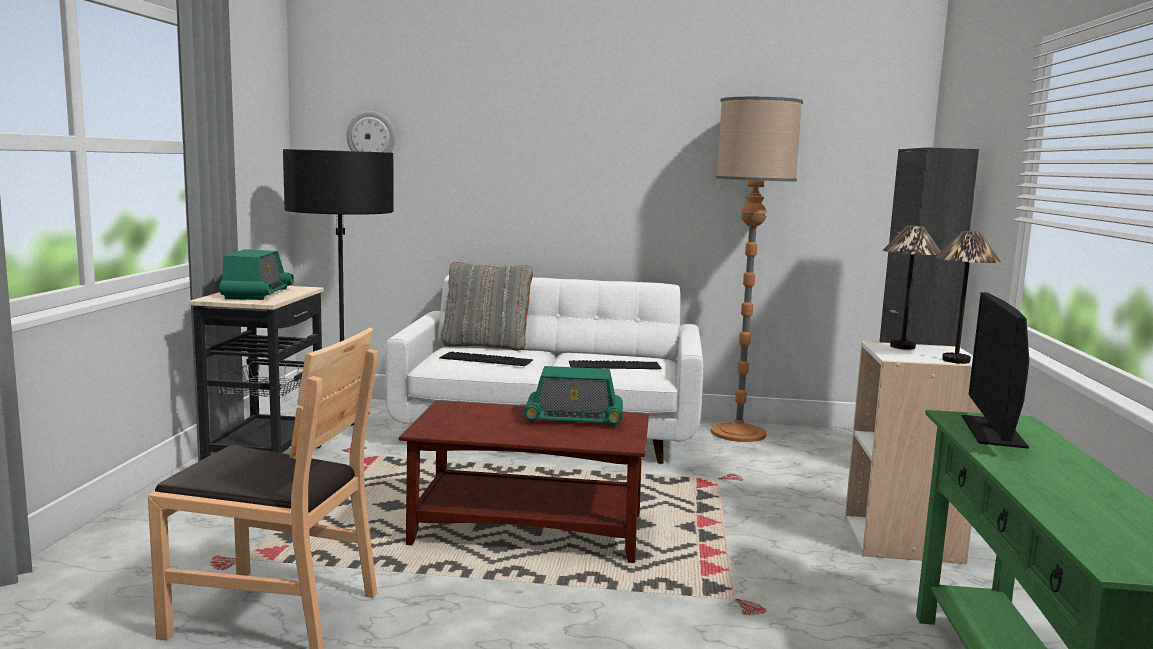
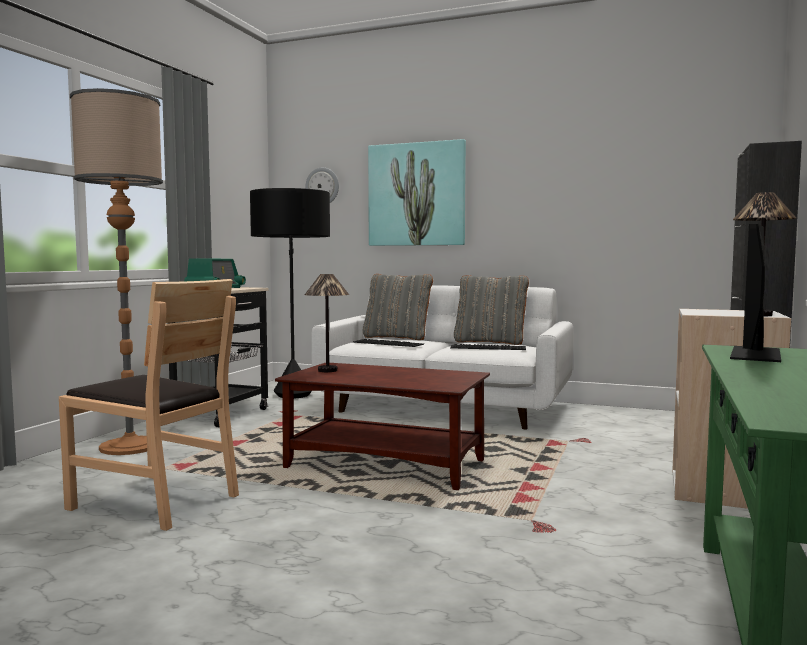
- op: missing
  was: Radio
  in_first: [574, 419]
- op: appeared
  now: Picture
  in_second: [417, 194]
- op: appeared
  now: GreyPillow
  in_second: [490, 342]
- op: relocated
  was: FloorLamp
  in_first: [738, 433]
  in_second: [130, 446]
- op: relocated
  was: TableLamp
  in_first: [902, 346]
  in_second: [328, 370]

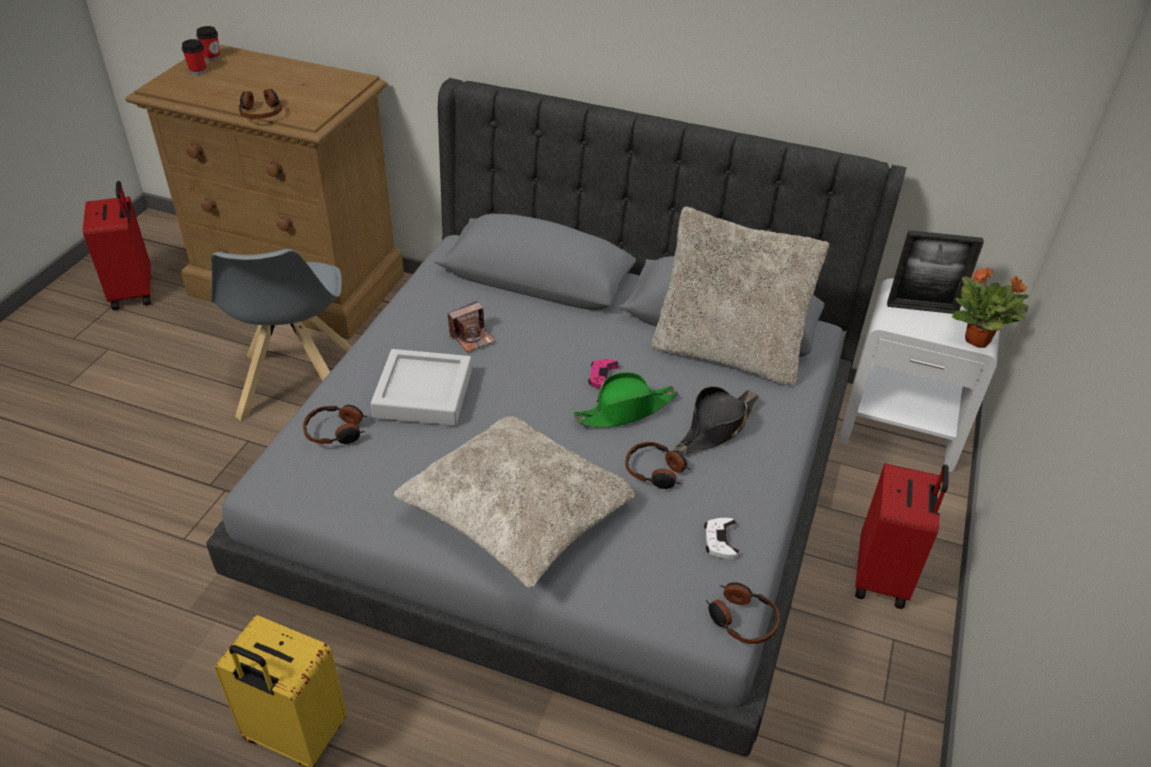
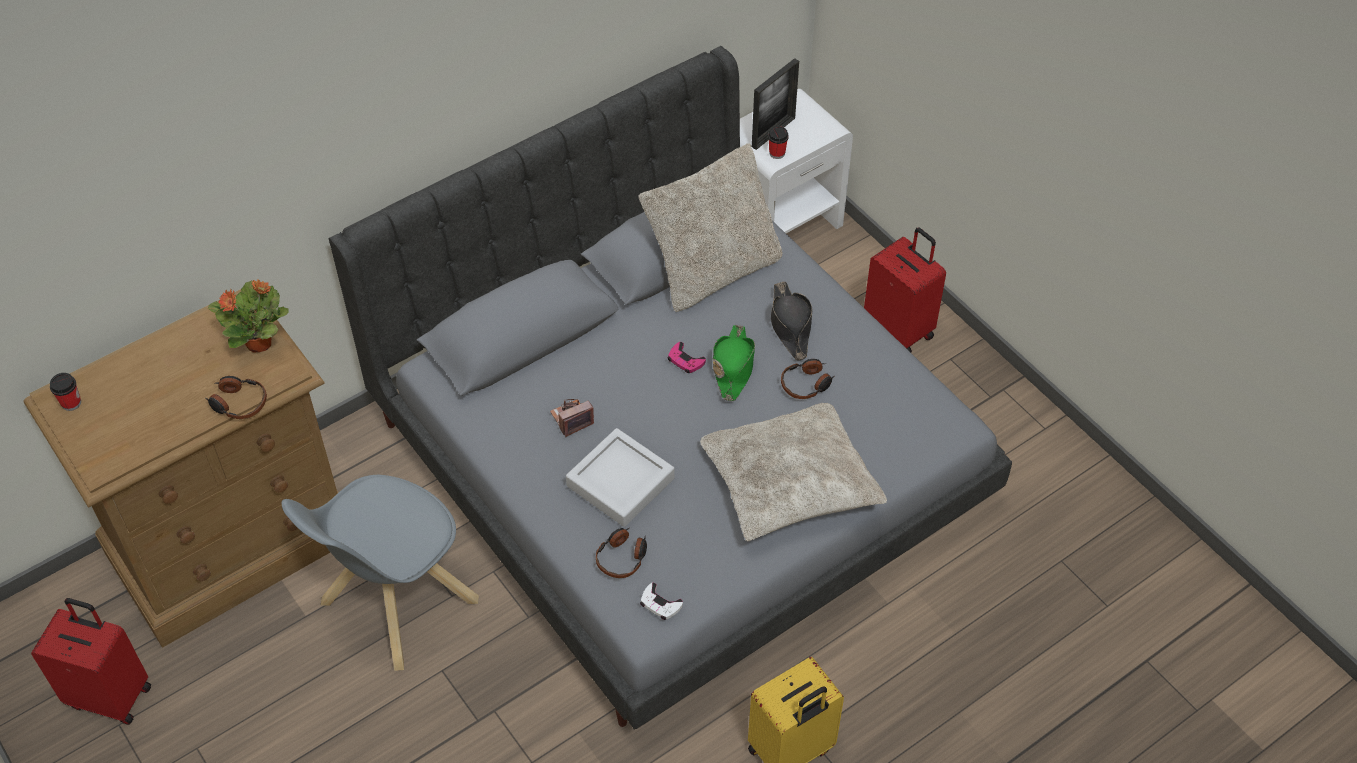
- op: missing
  was: Headphones
  in_first: [741, 619]
- op: relocated
  was: Cup
  in_first: [198, 71]
  in_second: [777, 153]
- op: relocated
  was: WhiteGameController
  in_first: [720, 540]
  in_second: [660, 604]
- op: relocated
  was: PottedPlant
  in_first: [978, 340]
  in_second: [260, 343]
- op: spun
  was: GreyChair
  in_first: [296, 386]
  in_second: [395, 604]
  clockwise: 105
- op: spun
  was: PhotoCamera
  in_first: [472, 337]
  in_second: [571, 419]
  clockwise: -120

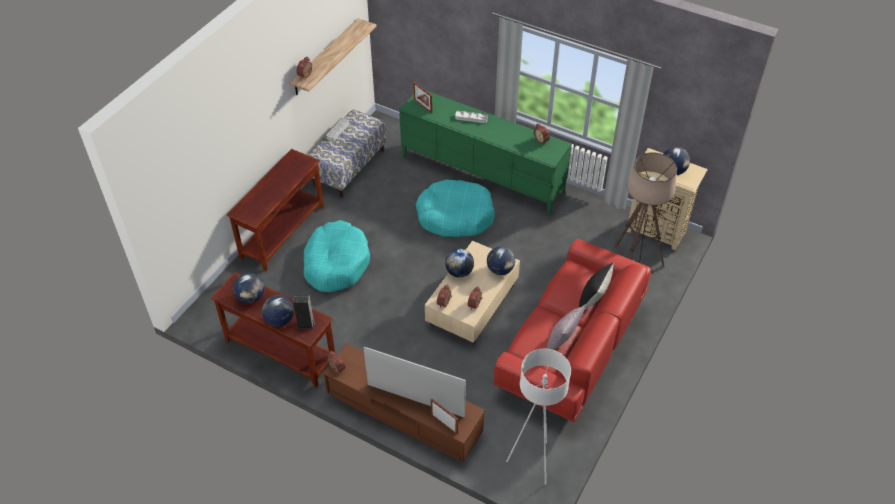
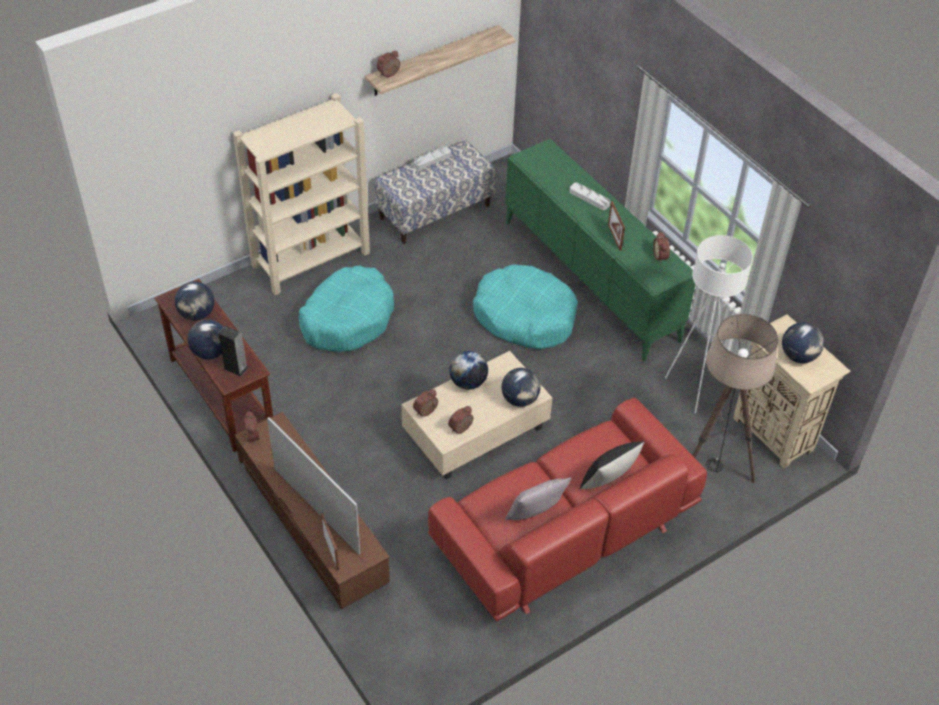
- op: relocated
  was: PictureFrame
  in_first: [423, 106]
  in_second: [614, 237]
- op: relocated
  was: WhiteFloorLamp
  in_first: [533, 462]
  in_second: [693, 389]
- op: exchanged
  was: BrownConsoleTable
  now: BeigeBookcase
  in_first: [283, 232]
  in_second: [311, 259]

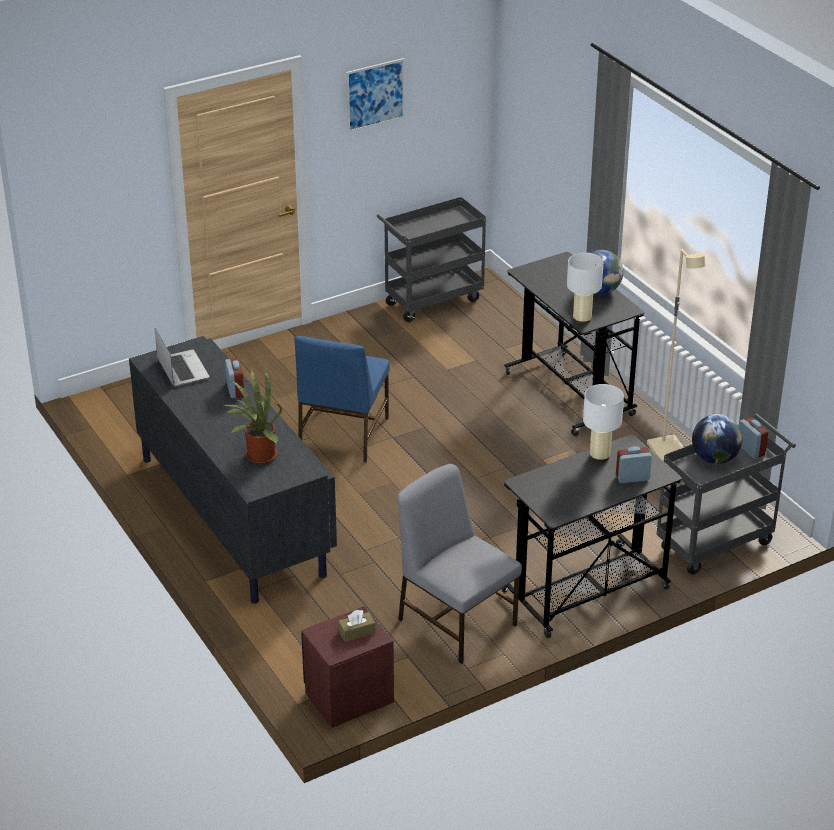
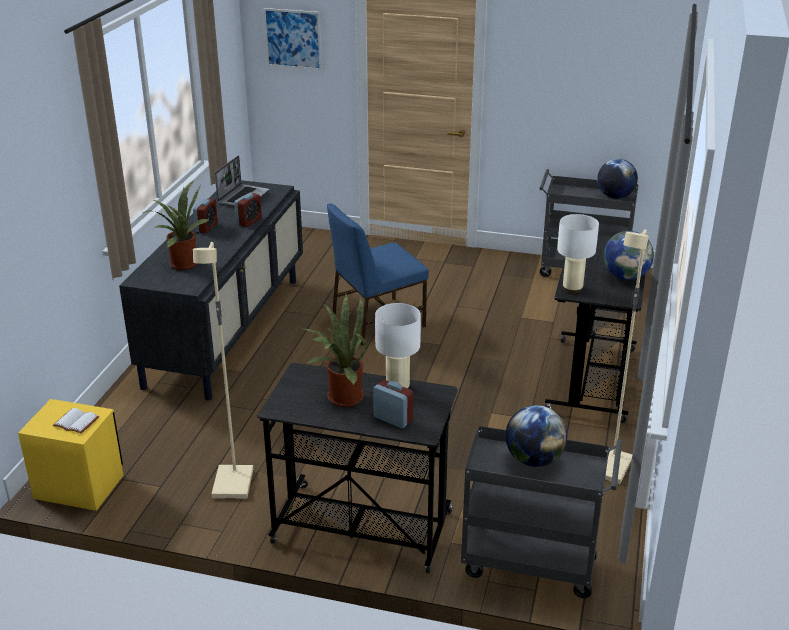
- op: appeared
  now: PottedPlant
  in_second: [341, 397]
- op: appeared
  now: Globe
  in_second: [615, 197]
- op: relocated
  was: Picture
  in_first: [375, 95]
  in_second: [293, 39]
- op: relocated
  was: AlarmClock
  in_first: [750, 449]
  in_second: [206, 227]
- op: exchanged
  was: BrownTissueBox
  now: WhiteBook
  in_first: [356, 632]
  in_second: [75, 422]
- op: exchanged
  was: GreyChair
  now: BeigeFloorLamp
  in_first: [456, 620]
  in_second: [234, 484]
- op: colour
  was: BrownNightstand
  now: YellowNightstand
  in_first: [349, 697]
  in_second: [79, 486]

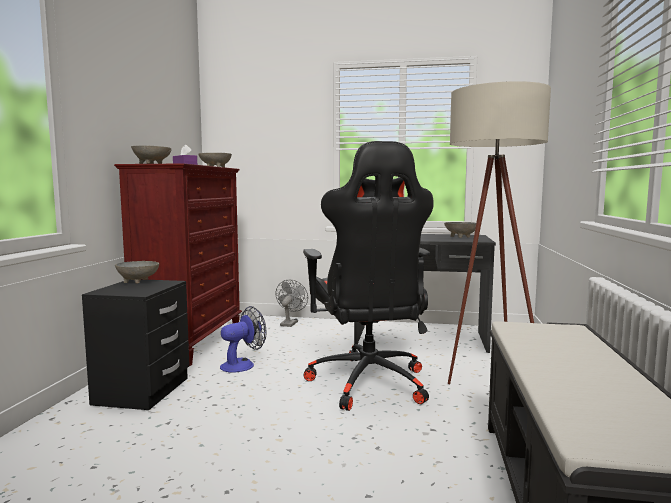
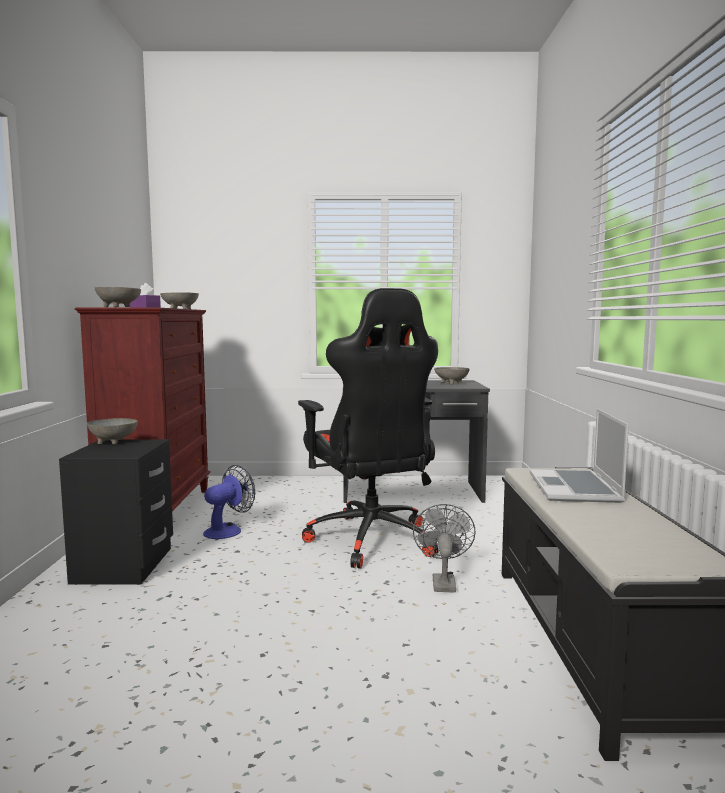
- op: missing
  was: BeigeFloorLamp
  in_first: [488, 382]
- op: appeared
  now: Laptop
  in_second: [575, 489]
- op: relocated
  was: GreyFan
  in_first: [290, 323]
  in_second: [442, 581]

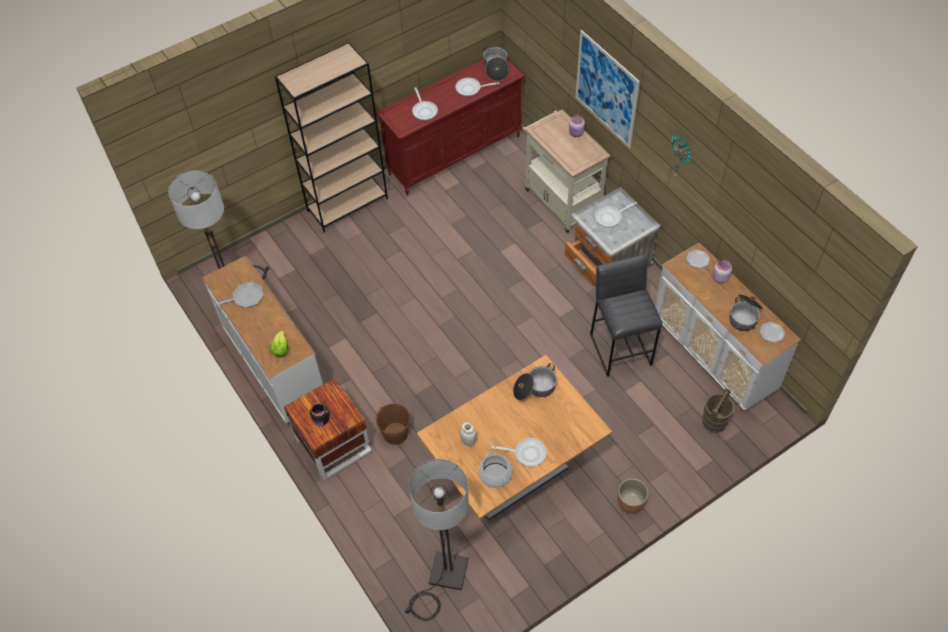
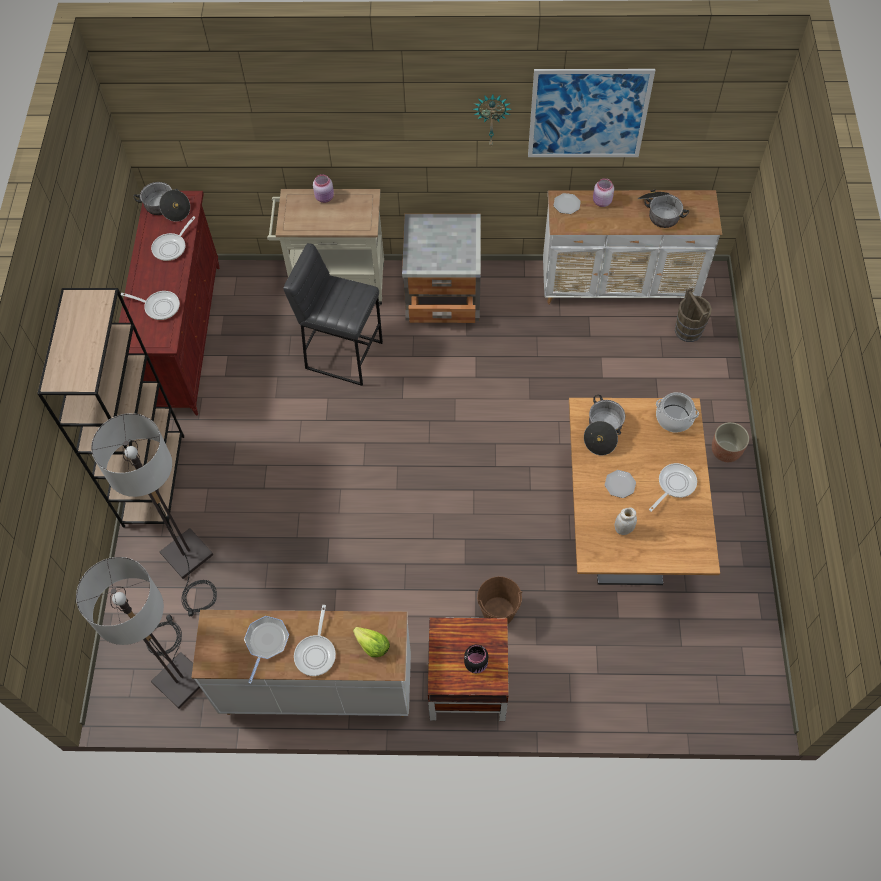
- op: relocated
  was: FloorLamp
  in_first: [441, 581]
  in_second: [190, 567]
- op: relocated
  was: CookingPot
  in_first: [495, 475]
  in_second: [673, 418]
- op: relocated
  was: Picture
  in_first: [606, 89]
  in_second: [588, 114]
- op: relocated
  was: GreyStool
  in_first: [620, 348]
  in_second: [343, 355]
- op: relocated
  was: FryingPan
  in_first: [610, 217]
  in_second: [316, 652]
- op: relocated
  was: Plate
  in_first: [772, 333]
  in_second: [620, 484]

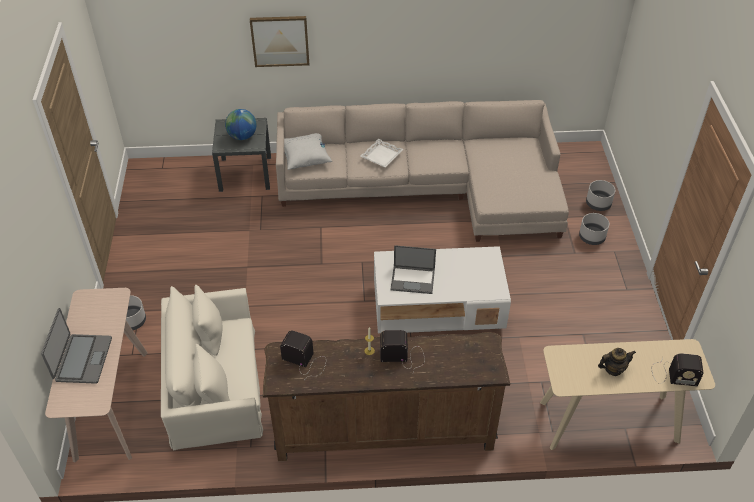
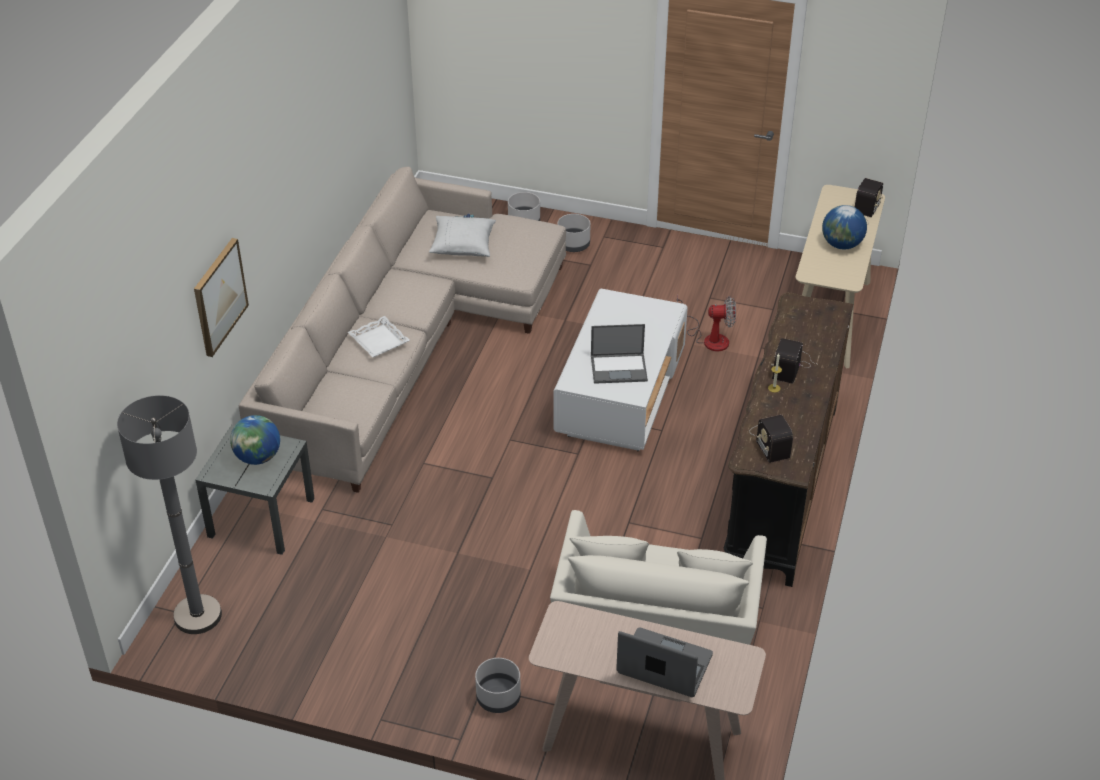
- op: appeared
  now: GreyFloorLamp
  in_second: [197, 615]
- op: appeared
  now: Fan
  in_second: [709, 338]
- op: relocated
  was: GreyPillow
  in_first: [305, 157]
  in_second: [463, 245]
- op: exchanged
  was: Teapot
  now: Globe
  in_first: [613, 369]
  in_second: [841, 245]
- op: spun
  was: Radio
  in_first: [305, 361]
  in_second: [770, 441]
  clockwise: -60
- op: spun
  was: Laptop
  in_first: [413, 279]
  in_second: [619, 368]
  clockwise: 60

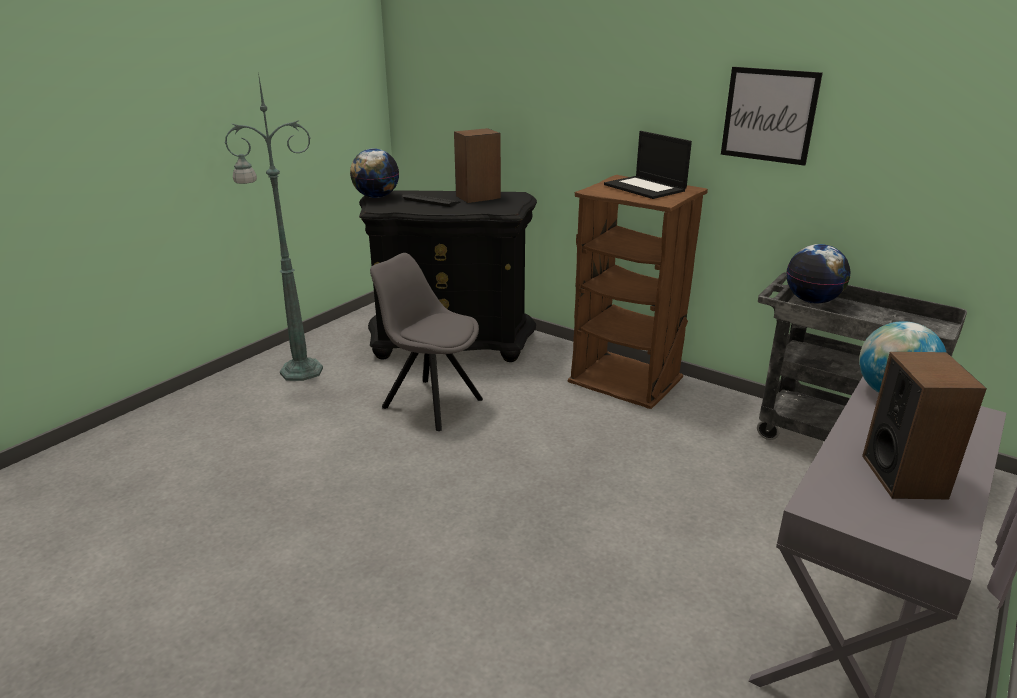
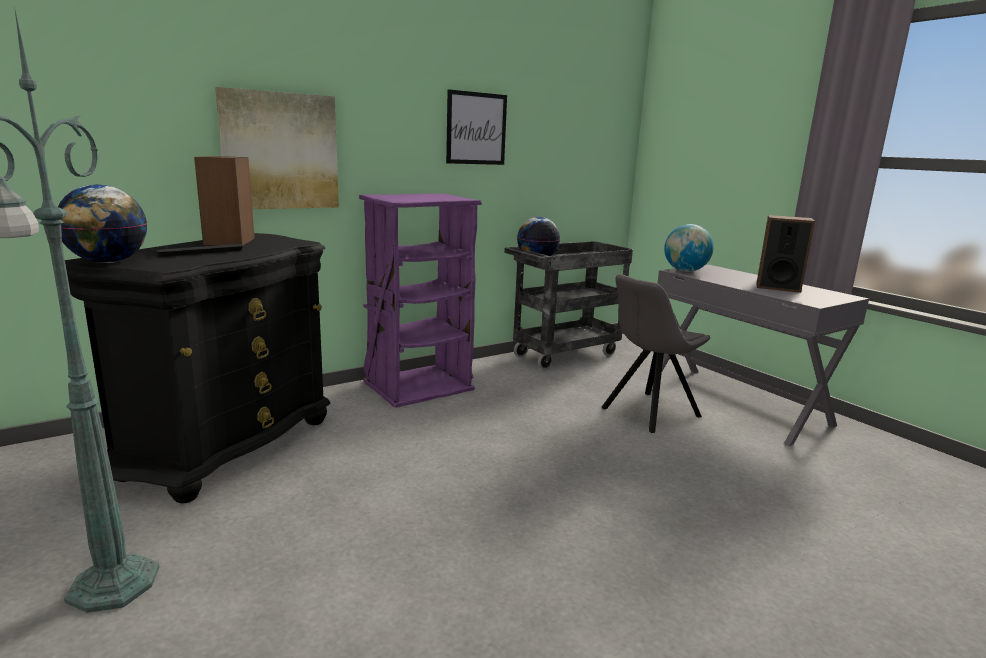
- op: missing
  was: Laptop
  in_first: [646, 188]
- op: appeared
  now: Picture
  in_second: [280, 151]
- op: relocated
  was: GreyChair
  in_first: [431, 403]
  in_second: [649, 412]
- op: colour
  was: BrownBookcase
  now: PurpleBookcase
  in_first: [626, 380]
  in_second: [419, 385]

